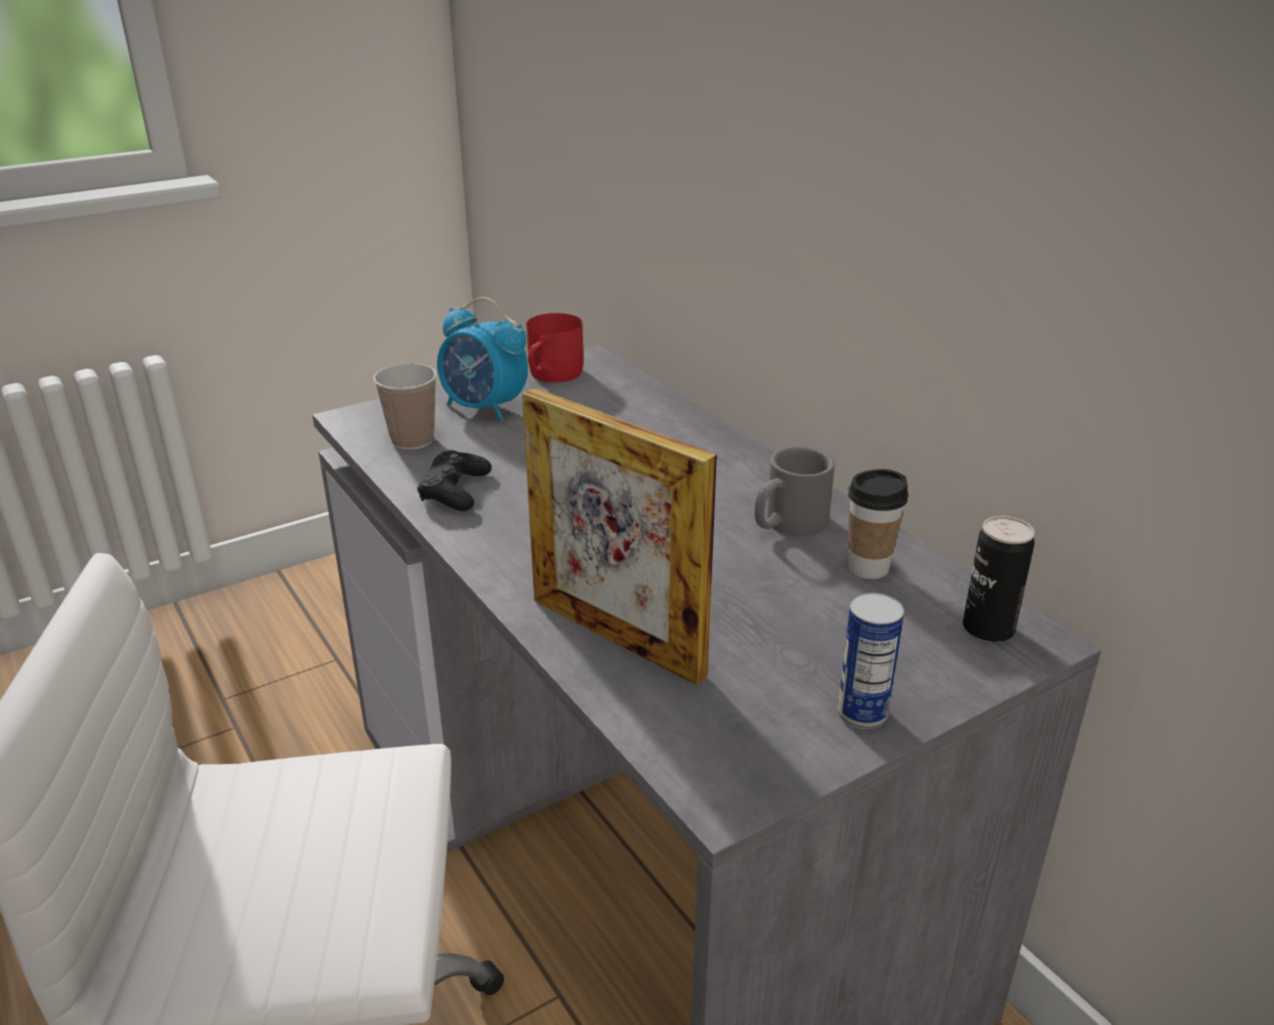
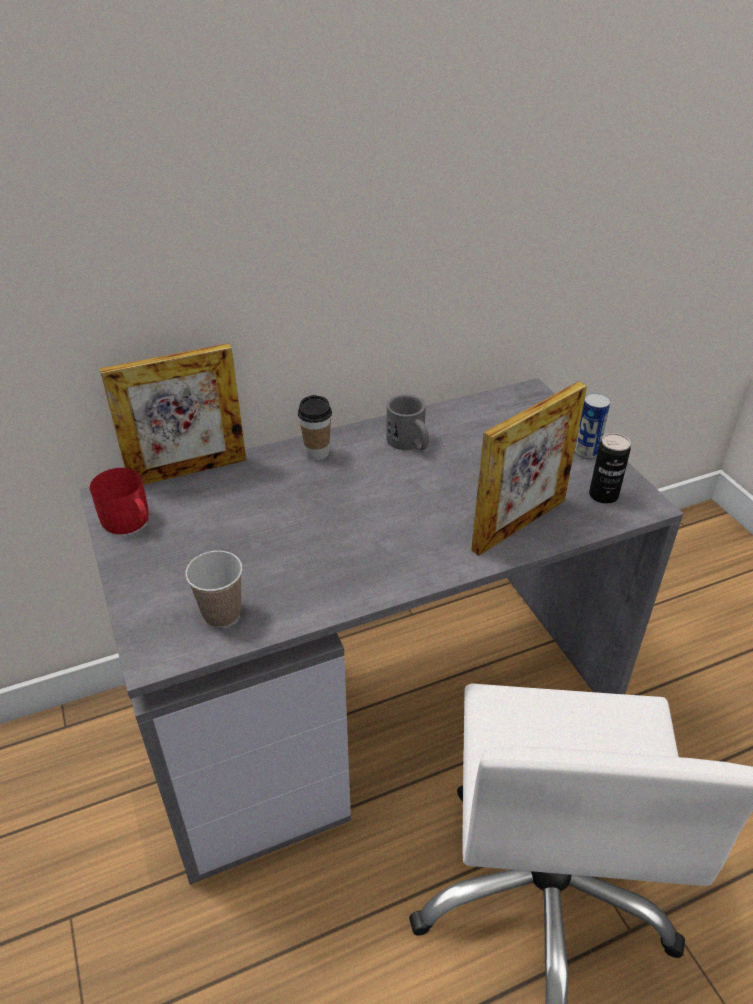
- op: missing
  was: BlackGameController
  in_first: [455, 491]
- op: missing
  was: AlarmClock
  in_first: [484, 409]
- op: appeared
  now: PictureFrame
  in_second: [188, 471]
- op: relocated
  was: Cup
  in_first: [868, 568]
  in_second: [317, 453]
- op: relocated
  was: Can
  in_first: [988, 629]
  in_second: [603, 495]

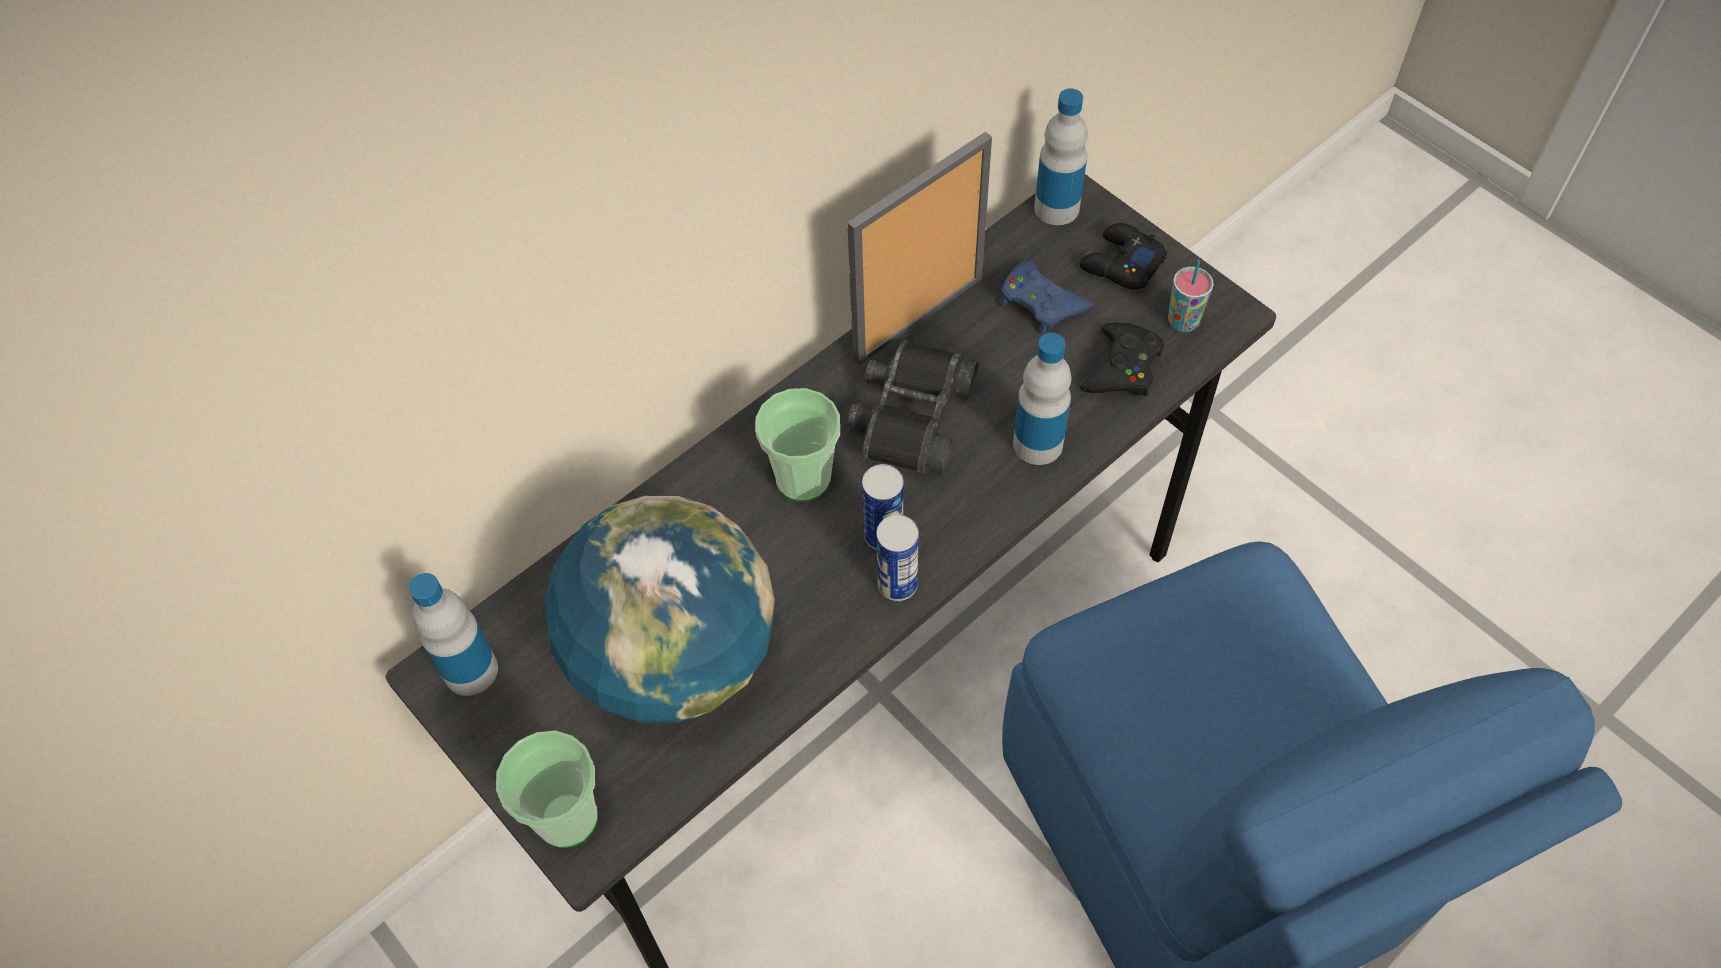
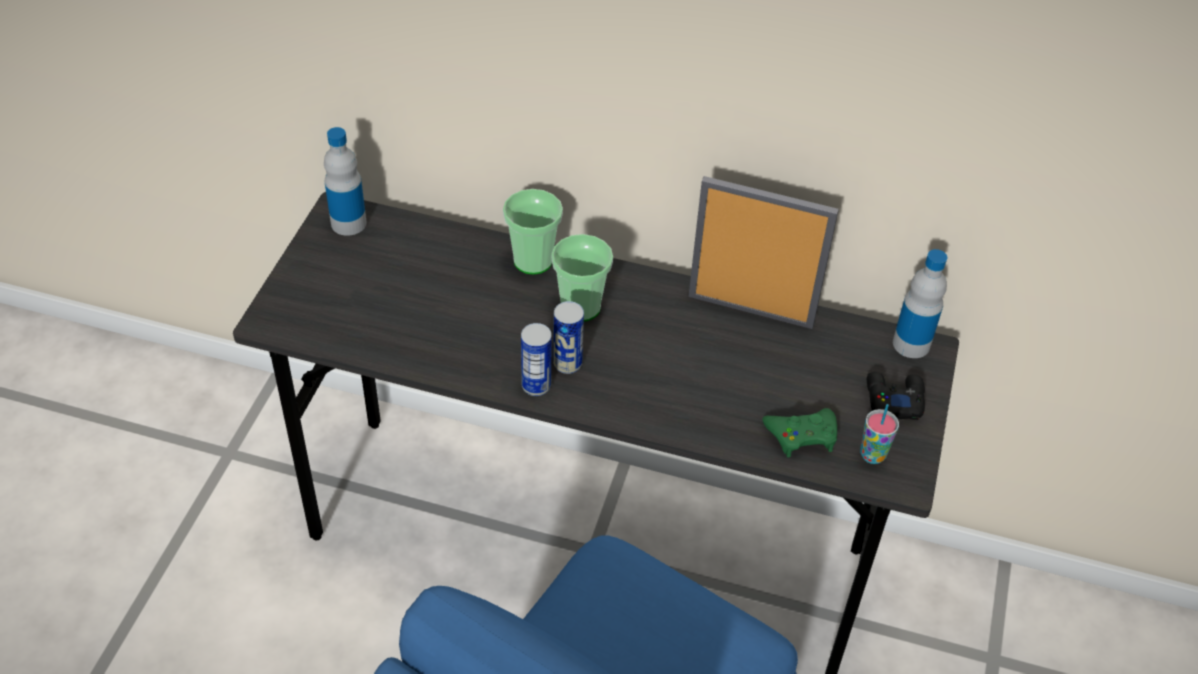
- op: missing
  was: Globe
  in_first: [674, 658]
- op: missing
  was: BlackBinoculars
  in_first: [911, 416]
- op: missing
  was: BlueGameController
  in_first: [1041, 302]
- op: missing
  was: Bottle
  in_first: [1038, 444]
- op: relocated
  was: Cup
  in_first: [567, 817]
  in_second: [533, 260]
- op: colour
  was: BlackGameController
  now: GreenGameController
  in_first: [1122, 367]
  in_second: [802, 435]

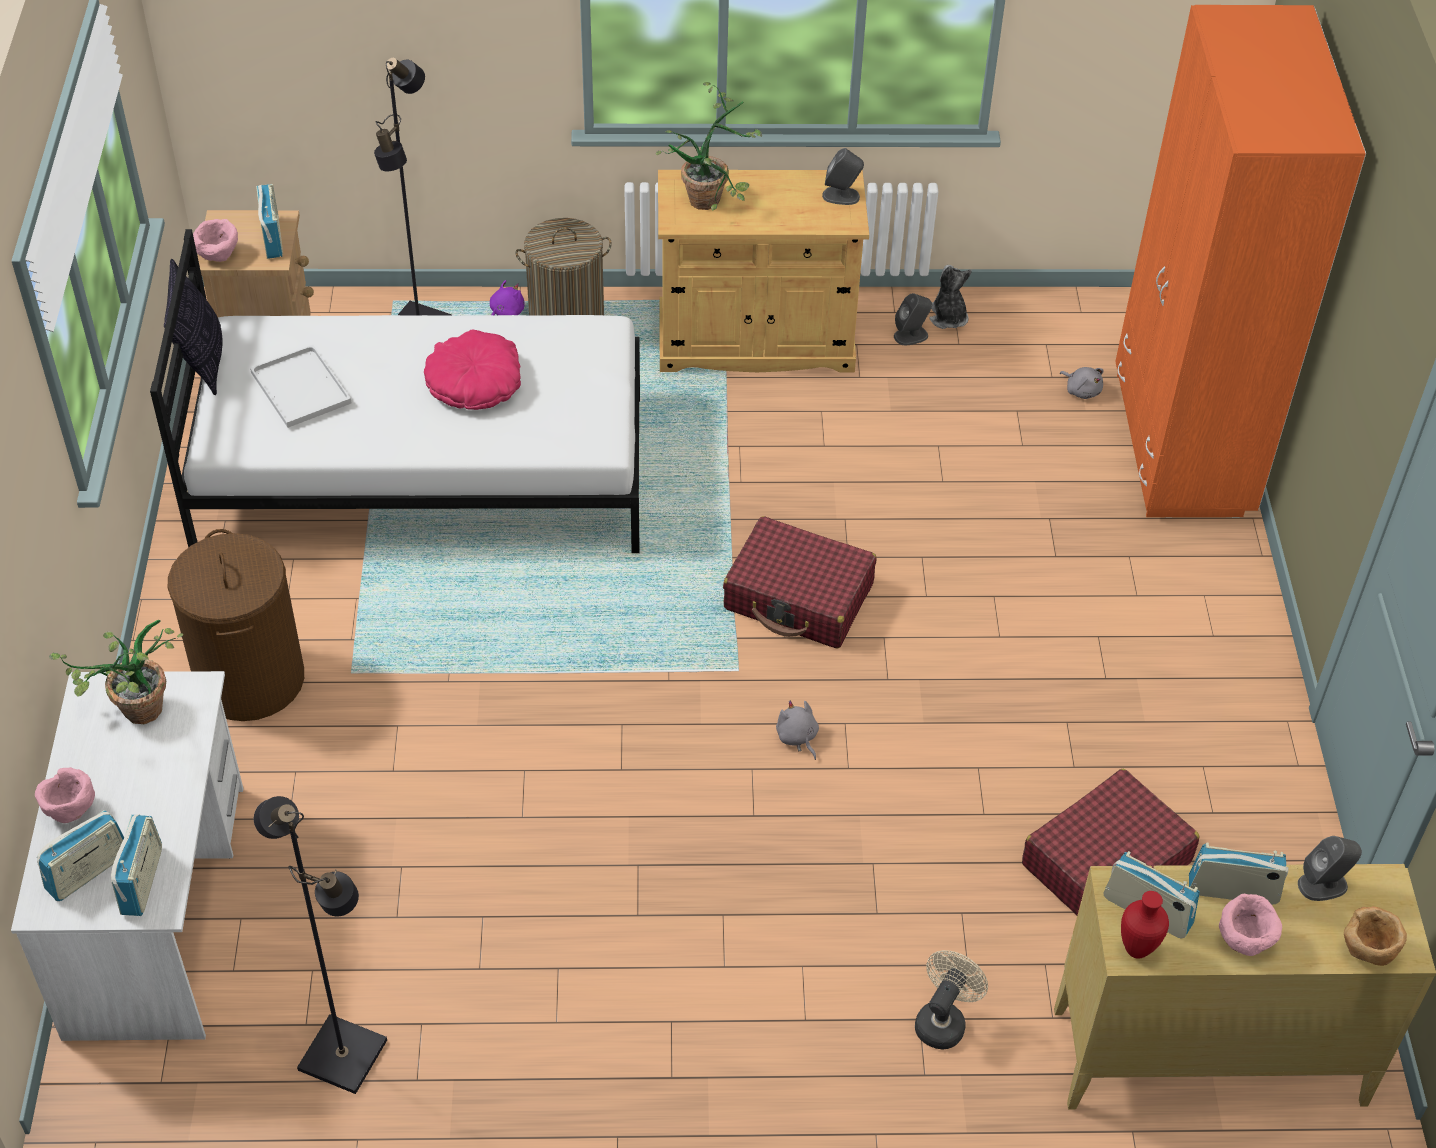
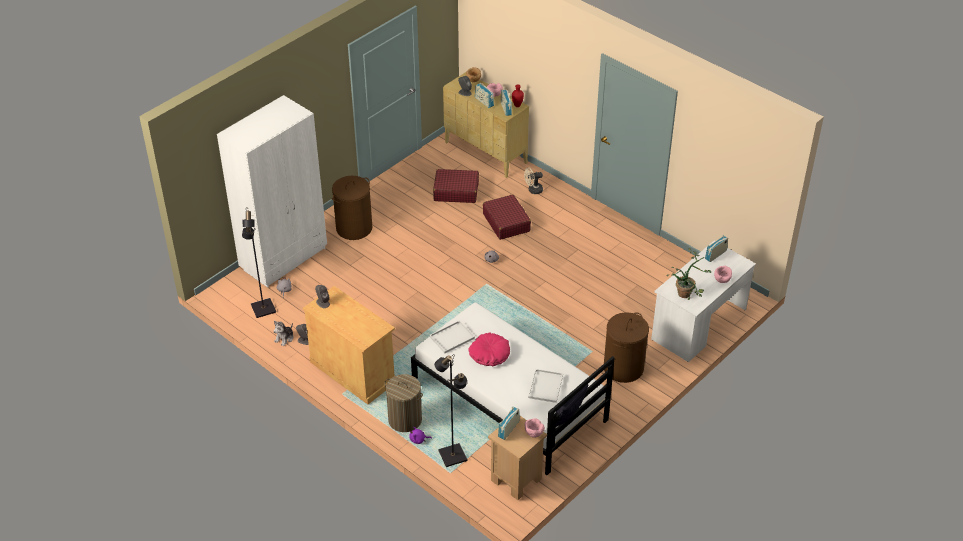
- op: missing
  was: Radio
  in_first: [88, 871]
- op: missing
  was: PottedPlant
  in_first: [713, 199]
- op: appeared
  now: BrownLaundryBasket
  in_second: [354, 228]
- op: appeared
  now: WhiteTray
  in_second: [451, 338]
- op: relocated
  was: BlackFloorLamp
  in_first: [343, 1055]
  in_second: [263, 308]
- op: relocated
  was: RedSuitcase
  in_first: [799, 597]
  in_second: [506, 222]
- op: colour
  was: OrangeWardrobe
  now: WhiteWardrobe
  in_first: [1180, 445]
  in_second: [284, 258]

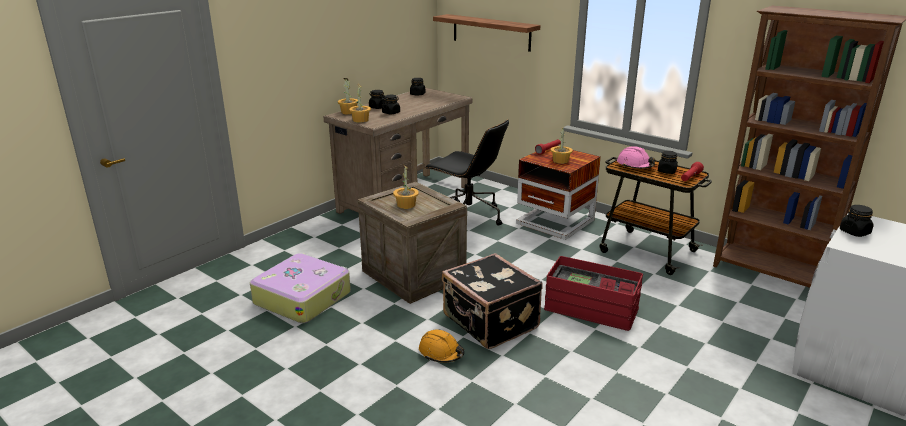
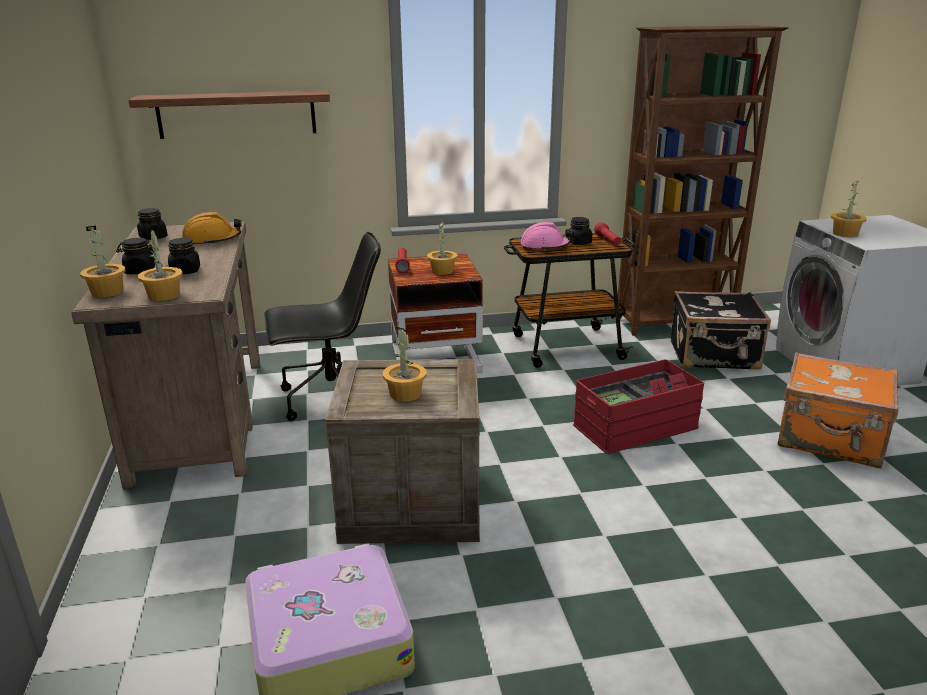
- op: appeared
  now: OrangeSuitcase
  in_second: [830, 439]
- op: relocated
  was: OrangeHardHat
  in_first: [441, 353]
  in_second: [212, 240]
- op: relocated
  was: BlackSuitcase
  in_first: [489, 323]
  in_second: [714, 356]
- op: exchanged
  was: BlackJar
  now: PottedPlant
  in_first: [854, 232]
  in_second: [845, 234]

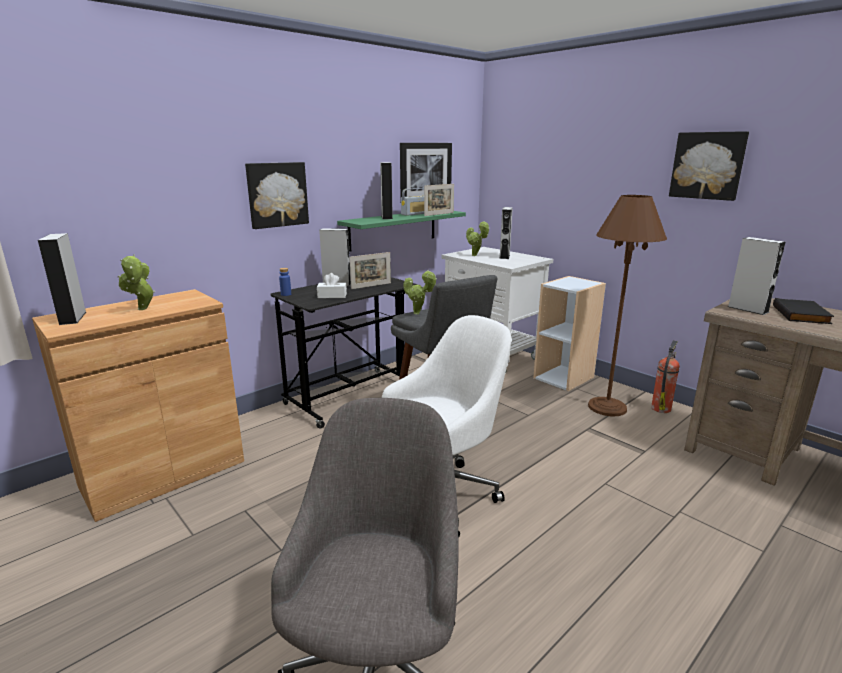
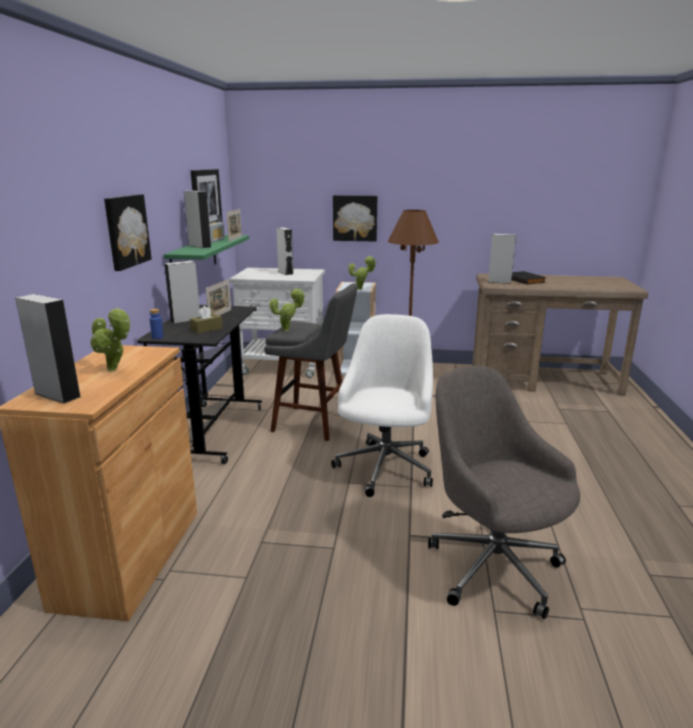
- op: missing
  was: FireExtinguisher
  in_first: [661, 408]
- op: relocated
  was: PottedPlant
  in_first: [475, 255]
  in_second: [361, 289]
- op: relocated
  was: Picture
  in_first: [707, 165]
  in_second: [355, 218]
- op: colour
  was: WhiteTissueBox
  now: BrownTissueBox
  in_first: [332, 296]
  in_second: [206, 329]

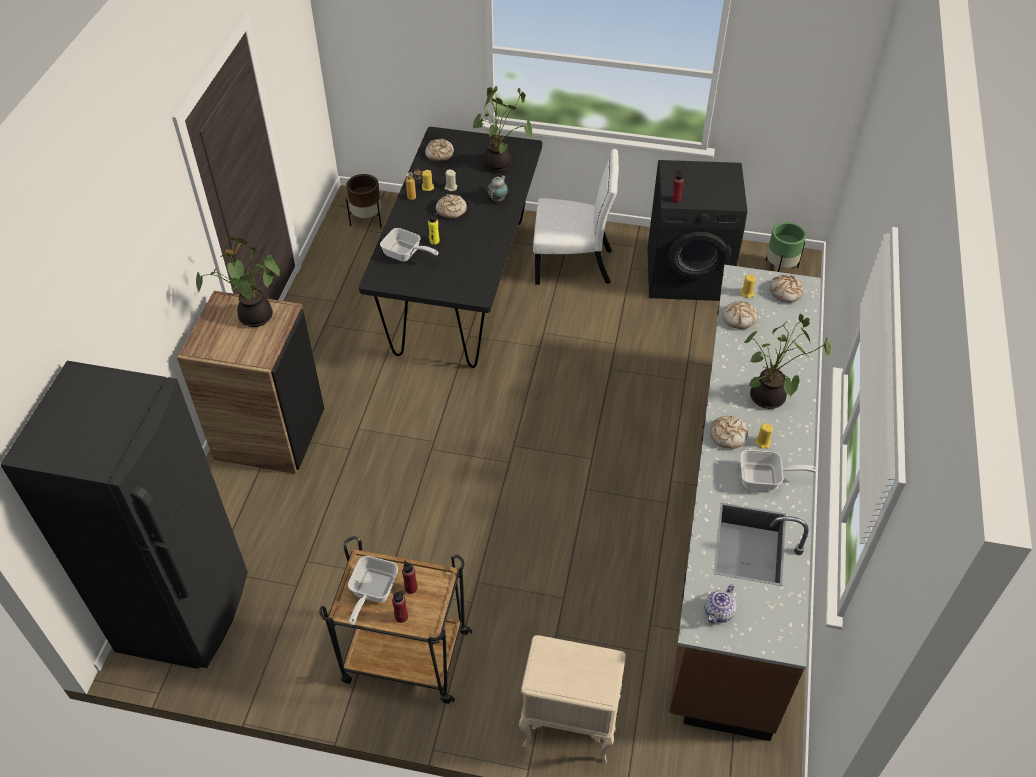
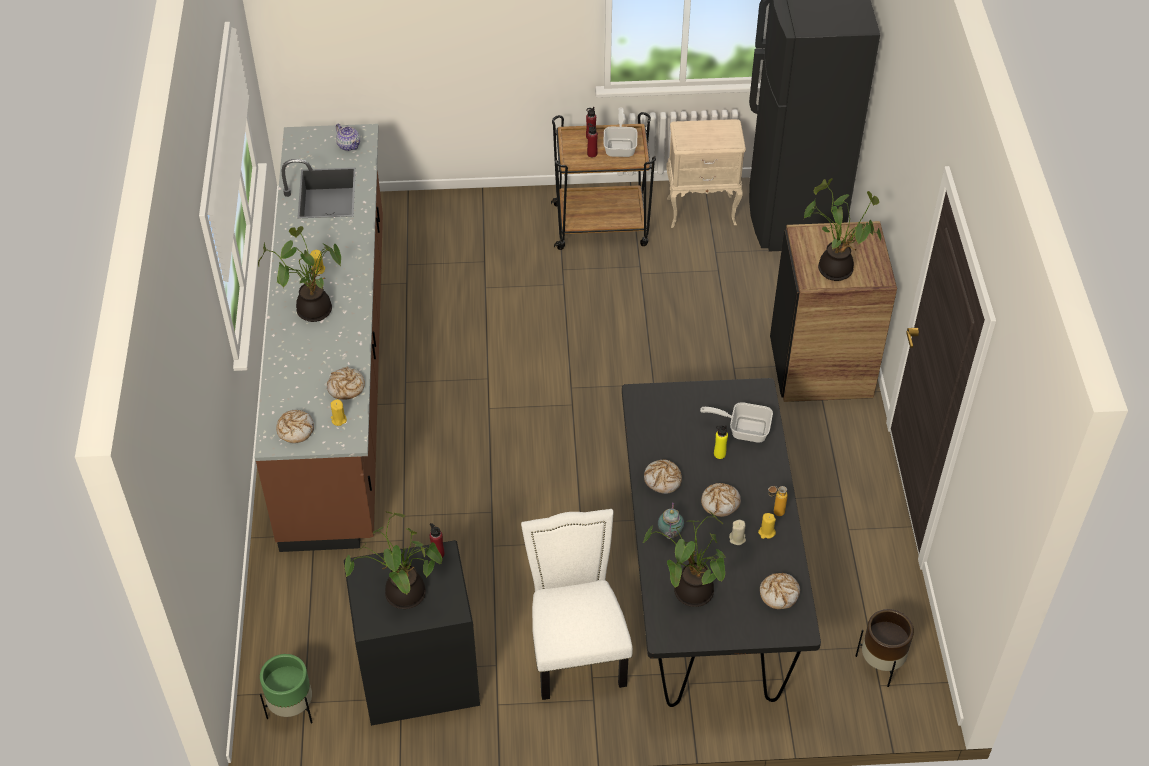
- op: missing
  was: FryingPan
  in_first: [765, 479]
- op: appeared
  now: PottedPlant
  in_second: [402, 596]
- op: relocated
  was: BeigeNightstand
  in_first: [568, 729]
  in_second: [702, 211]
- op: relocated
  was: Bread
  in_first: [727, 435]
  in_second: [663, 480]
- op: spun
  was: WhiteChair
  in_first: [572, 265]
  in_second: [576, 652]
  clockwise: 90
- op: spun
  was: Teapot
  in_first: [719, 612]
  in_second: [349, 145]
  clockwise: 120

